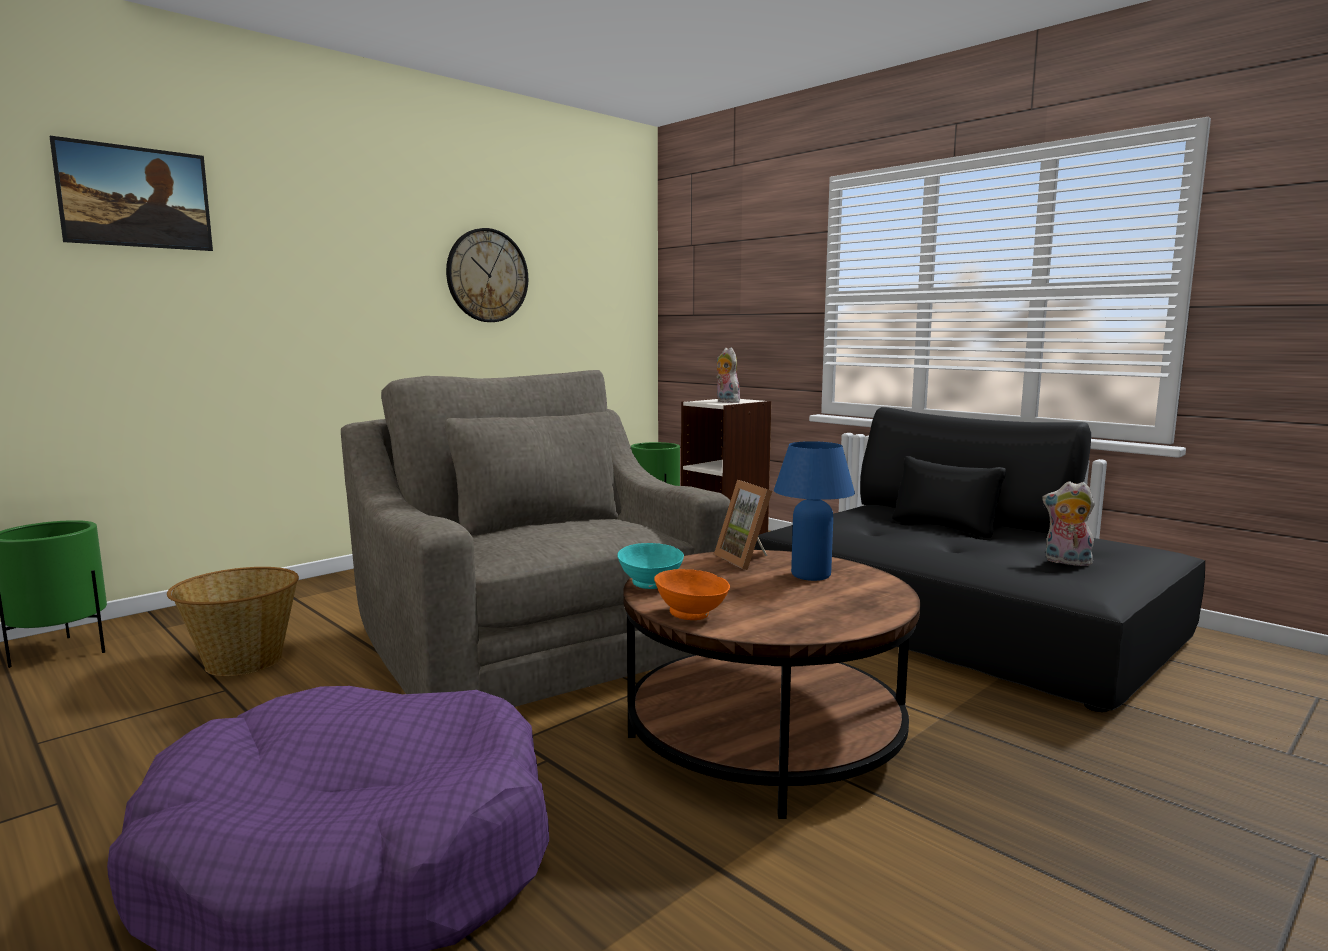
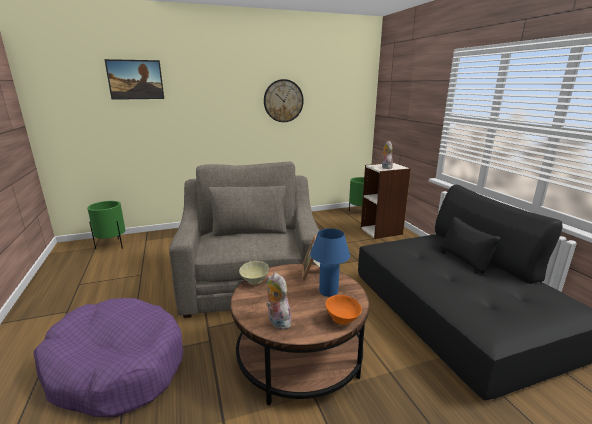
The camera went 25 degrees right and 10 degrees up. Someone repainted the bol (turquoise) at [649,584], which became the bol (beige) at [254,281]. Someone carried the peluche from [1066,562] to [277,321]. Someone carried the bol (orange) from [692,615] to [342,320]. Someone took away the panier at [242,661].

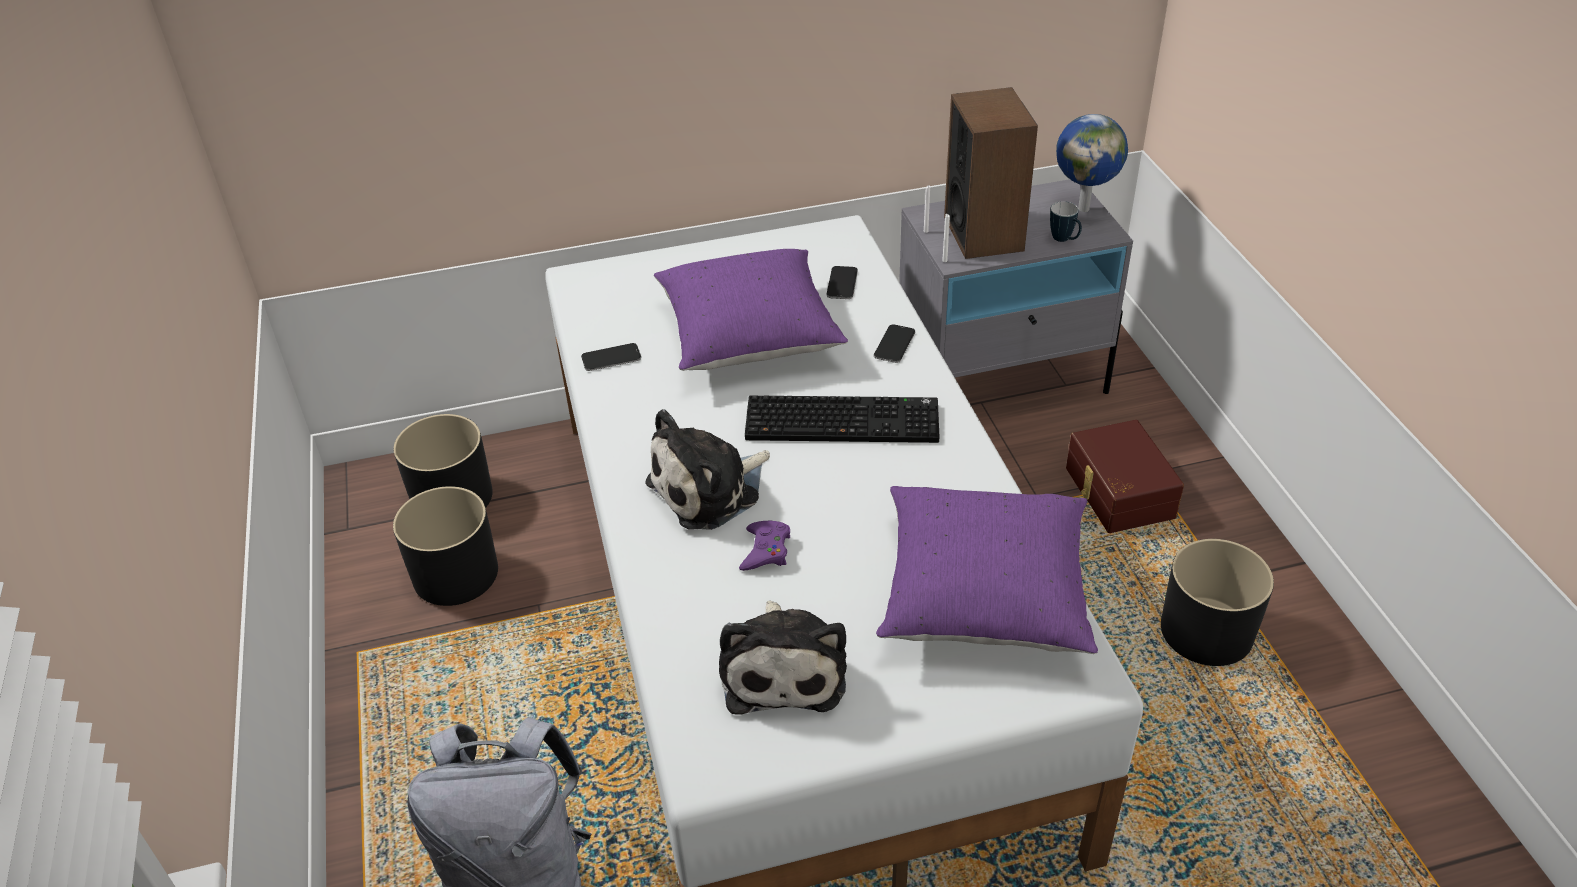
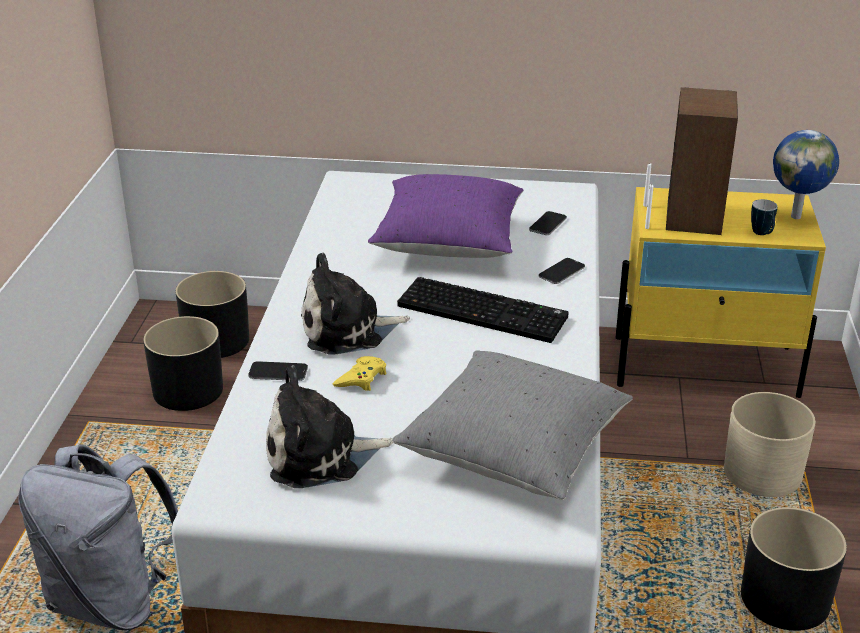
The camera went 20 degrees right and 10 degrees down. Someone carried the téléphone from [611,358] to [278,372]. Someone rotated the peluche at [783,668] by 60 degrees clockwise. Someone repainted the manette (violet) at [765,550], which became the manette (jaune) at [361,378]. Someone repainted the coussin (violet) at [984,595], which became the coussin (gris) at [514,451]. Someone repainted the table de chevet (gris) at [1001,381], which became the table de chevet (jaune) at [706,366]. Someone swapped the boîte de rangement (marron) at [1117,493] for the cache-pot (beige) at [763,474].

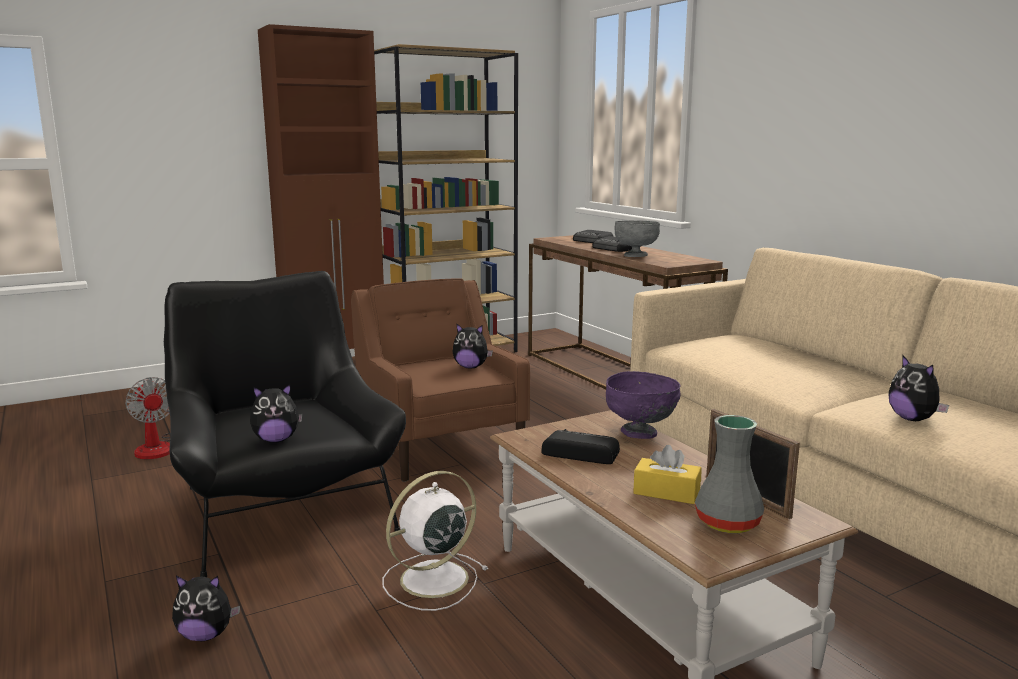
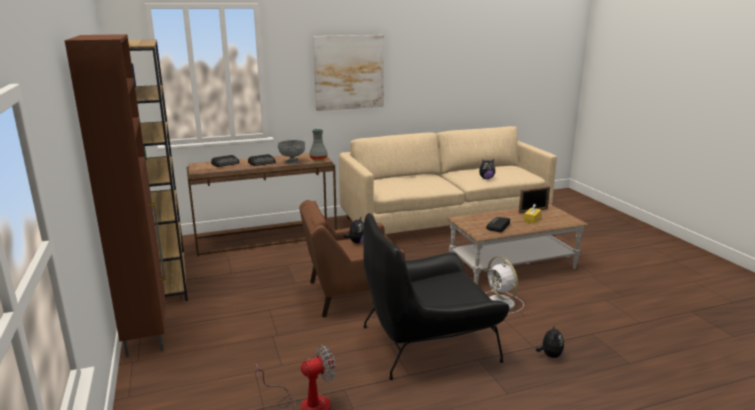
The camera went 80 degrees left and 5 degrees up. Someone carried the vase (gris) from [728,524] to [319,159]. Someone put up the tableau at [349,72]. Someone took away the peluche at [276,440]. Someone took away the bol (violet) at [639,434].

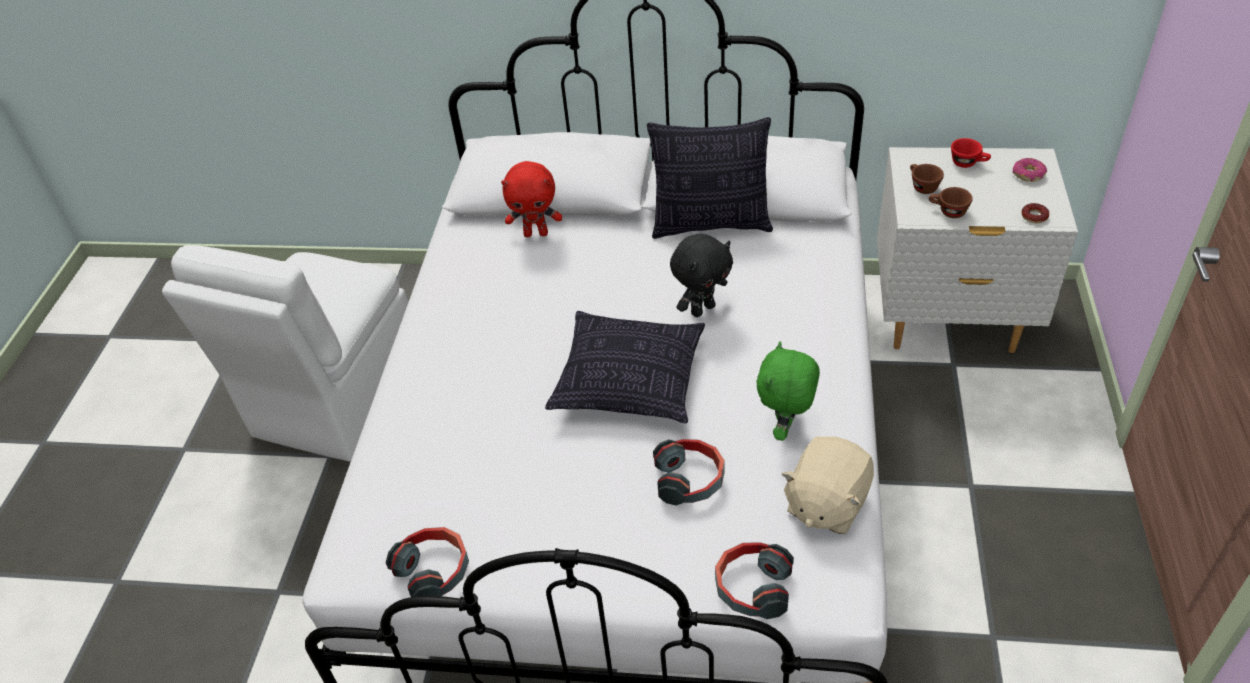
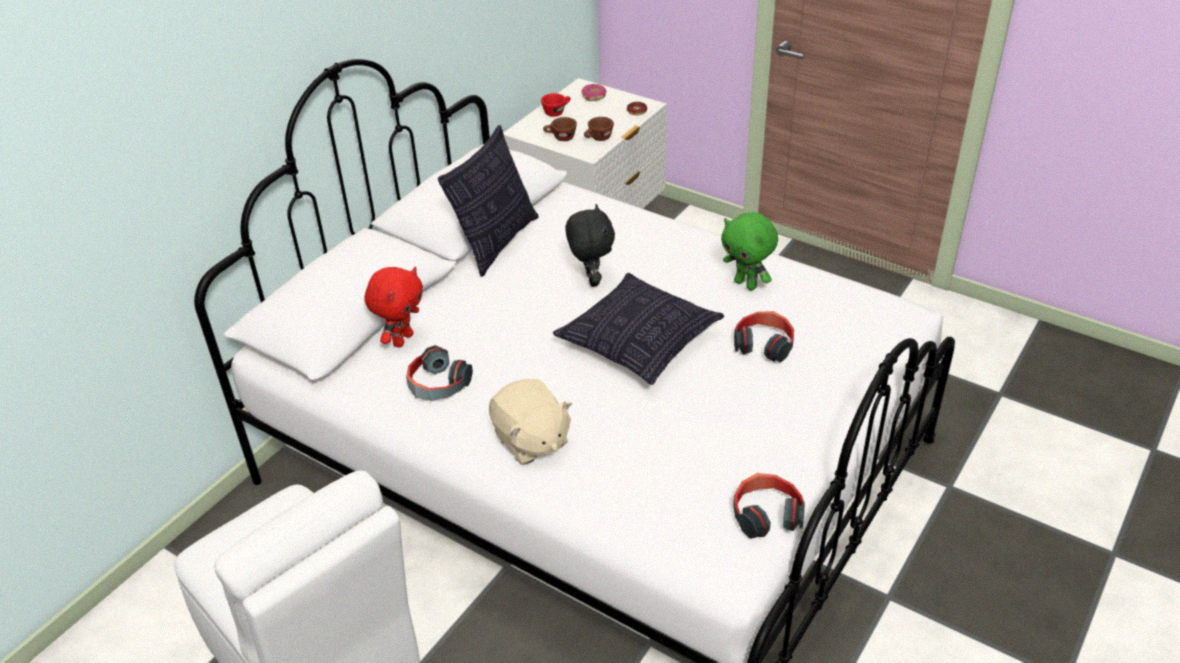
The camera went 65 degrees left and 5 degrees down. Someone carried the casque audio from [752,587] to [437,385]. Someone carried the peluche (beige) from [826,503] to [531,440].

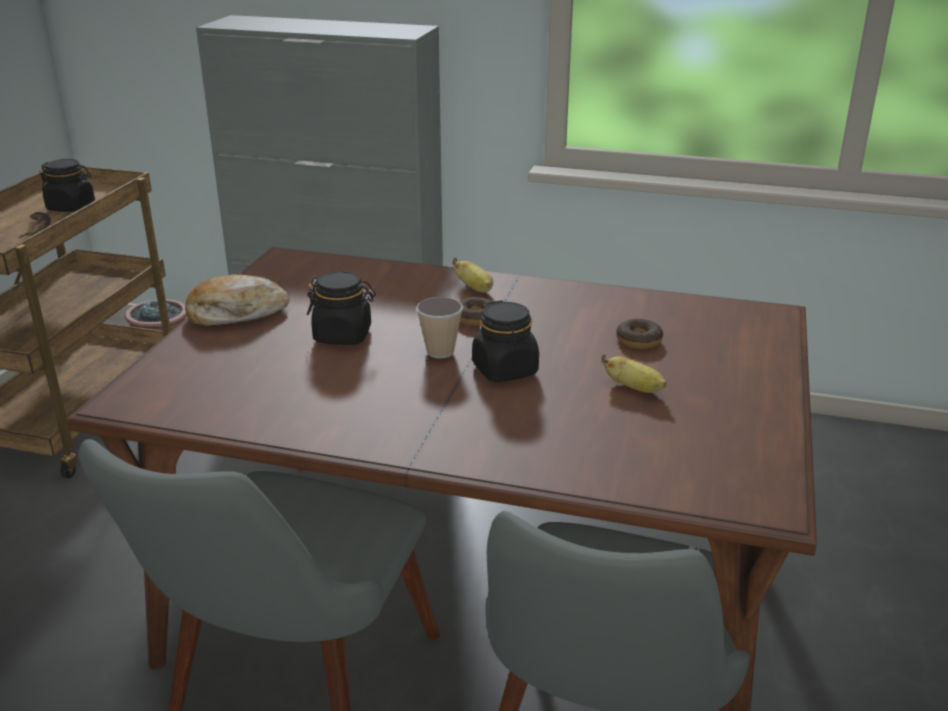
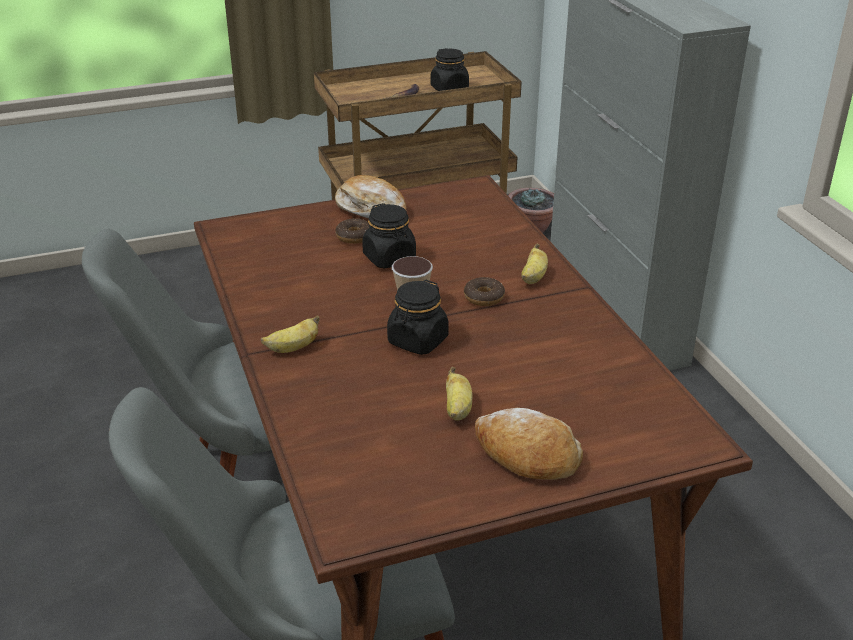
The camera went 55 degrees right and 5 degrees up. Someone put down the banane at [293,348]. Someone carried the beignet from [638,340] to [354,236]. Someone put down the pain at [526,455].

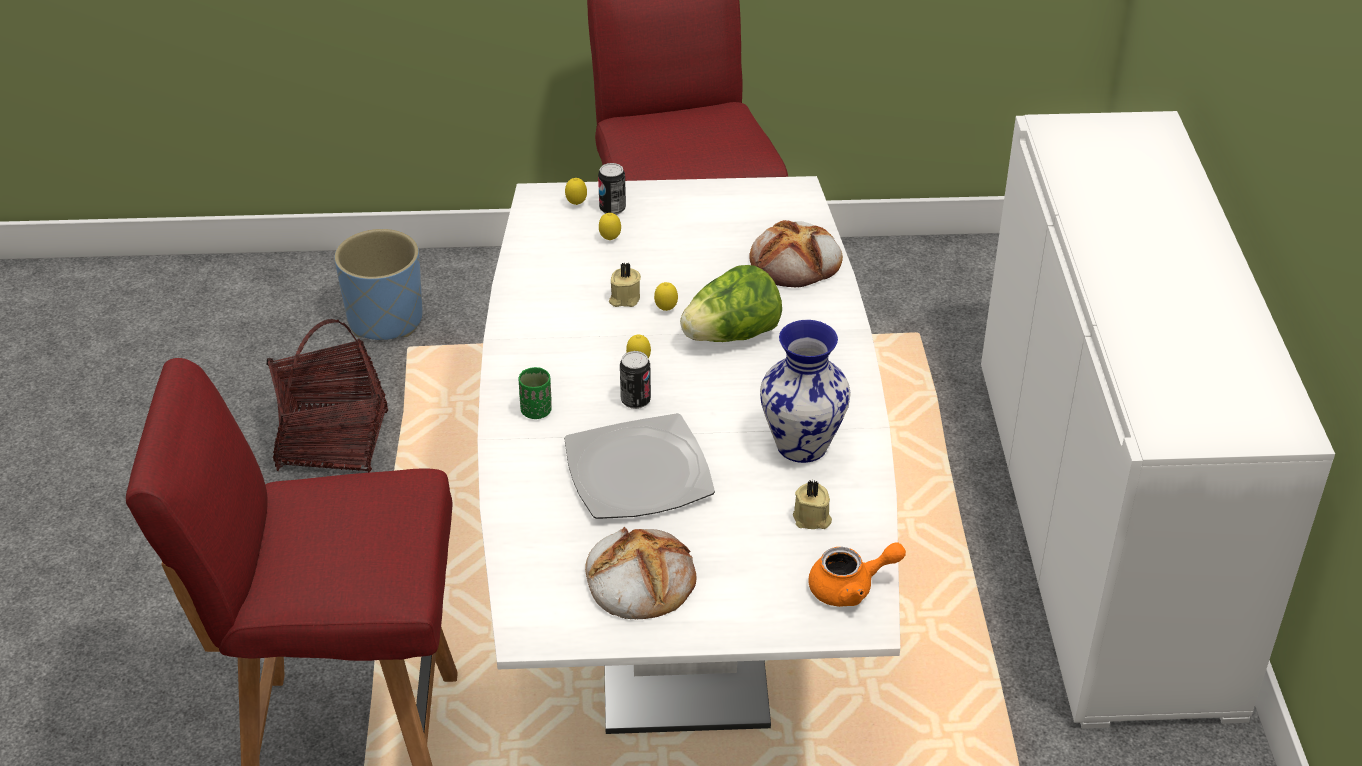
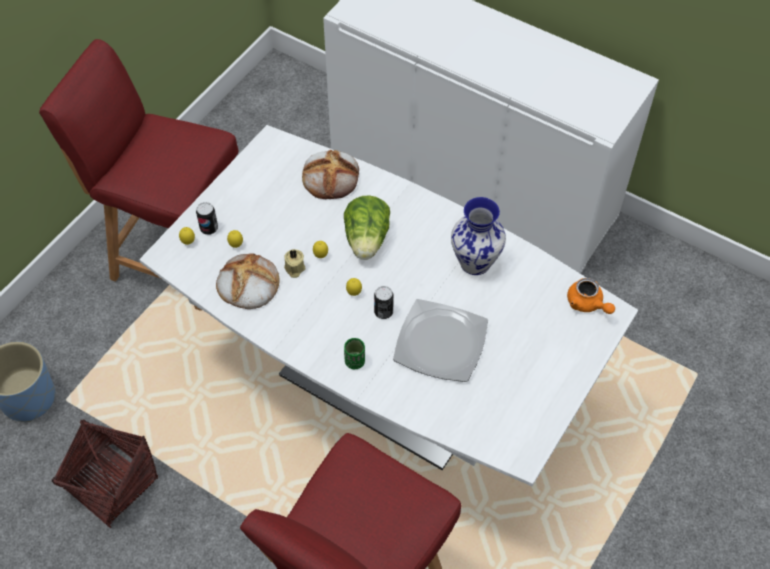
The camera went 55 degrees left and 15 degrees up. Someone carried the pain from [639,579] to [247,284]. Someone rotated the théière (orange) at [850,588] by 120 degrees clockwise. Someone took away the bougie (beige) at [812,519].

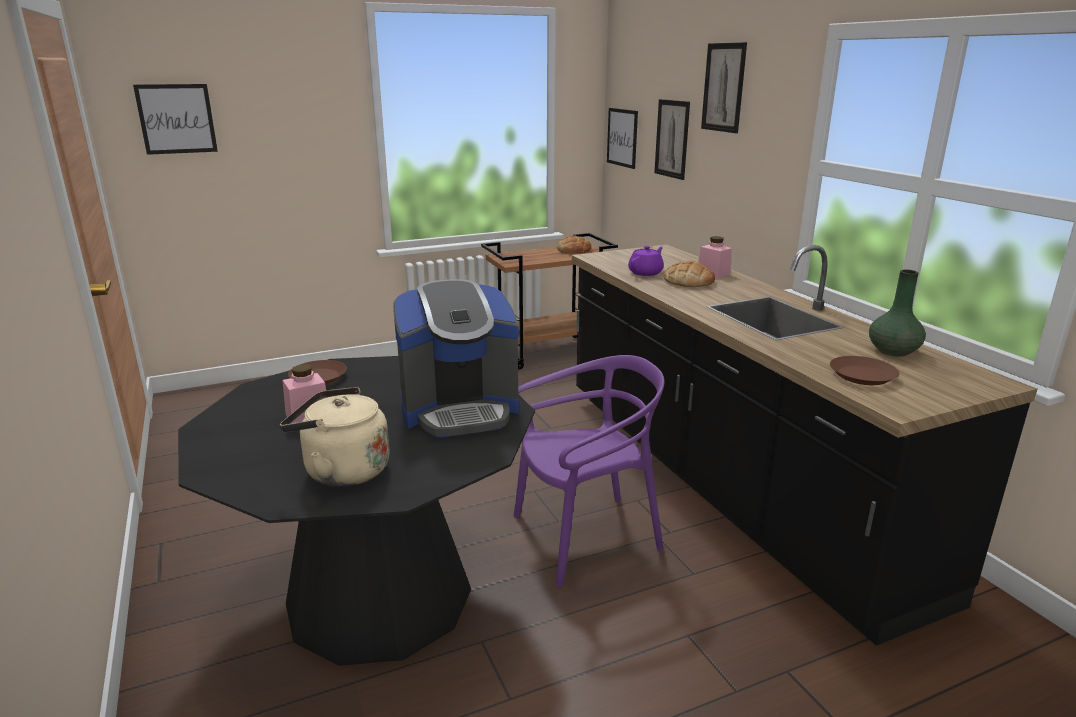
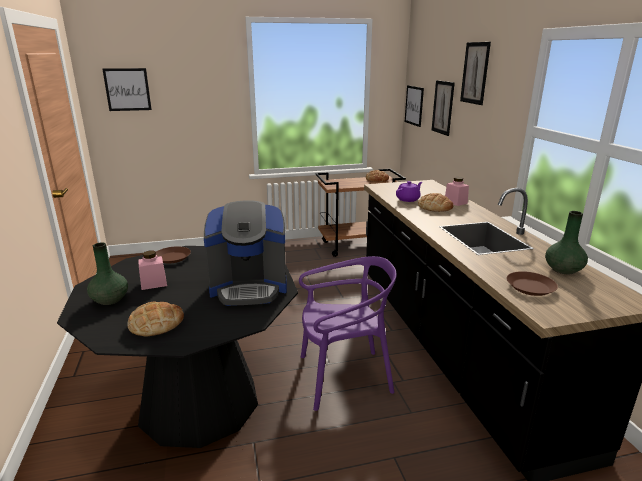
The camera went 10 degrees right and 0 degrees up. Someone put down the vase (vert) at [110,300]. Someone swapped the bouilloire (beige) at [342,471] for the pain at [156,323].

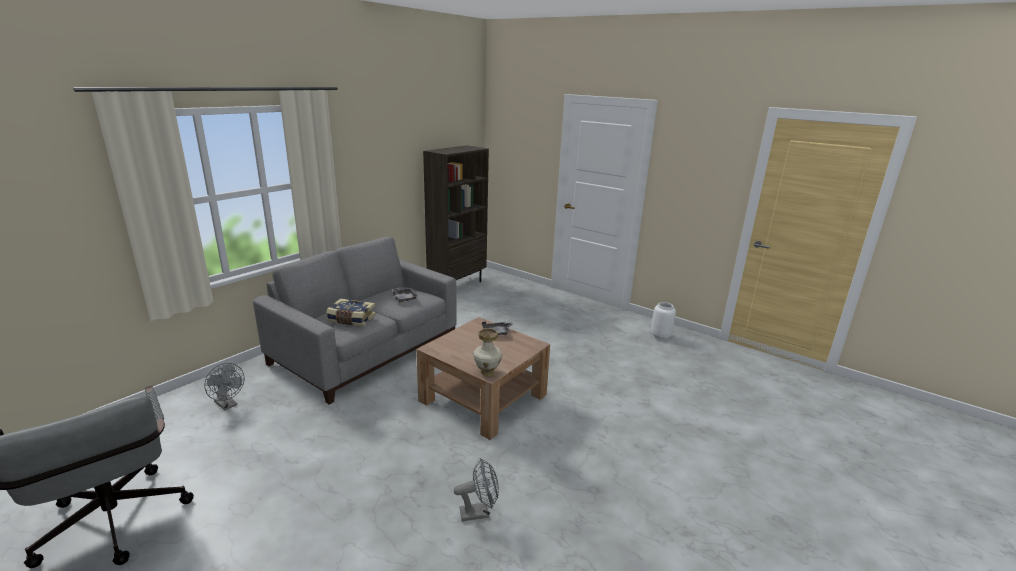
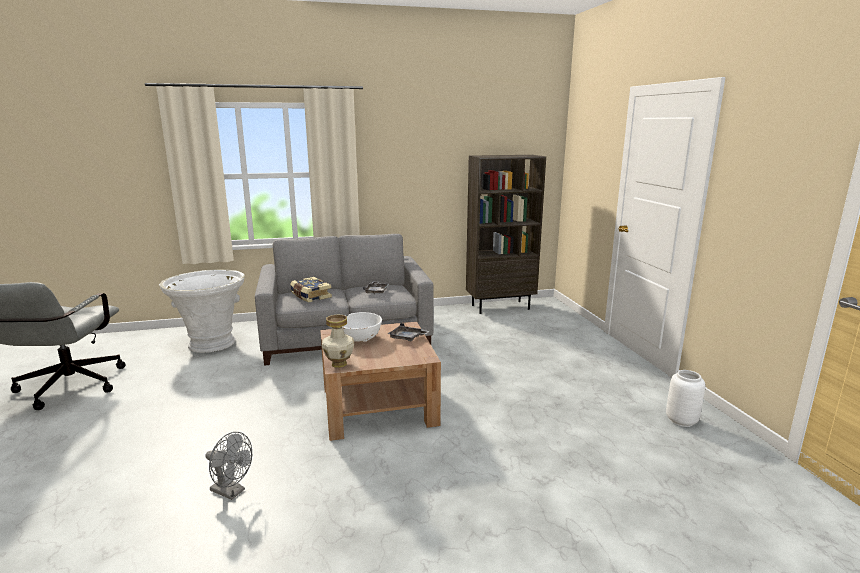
The camera went 40 degrees right and 5 degrees down. Someone swapped the ventilateur (gris) at [228,405] for the cache-pot (blanc) at [212,344]. Someone put down the bol (blanc) at [360,339].

